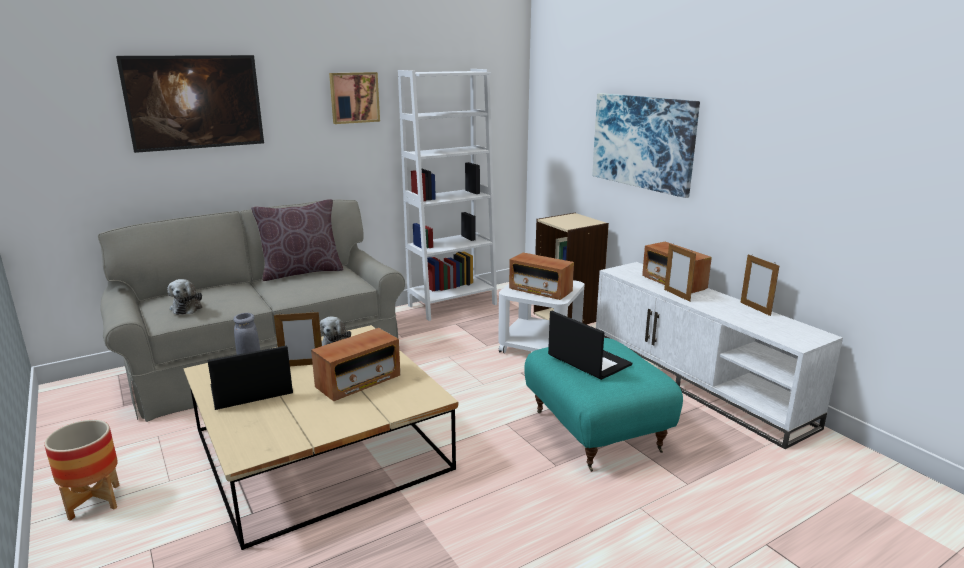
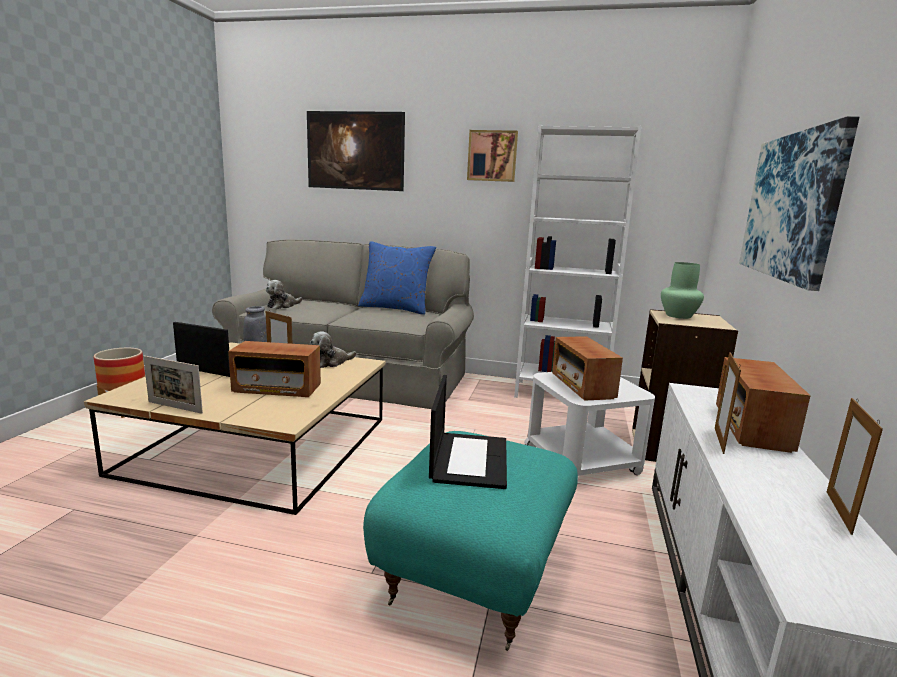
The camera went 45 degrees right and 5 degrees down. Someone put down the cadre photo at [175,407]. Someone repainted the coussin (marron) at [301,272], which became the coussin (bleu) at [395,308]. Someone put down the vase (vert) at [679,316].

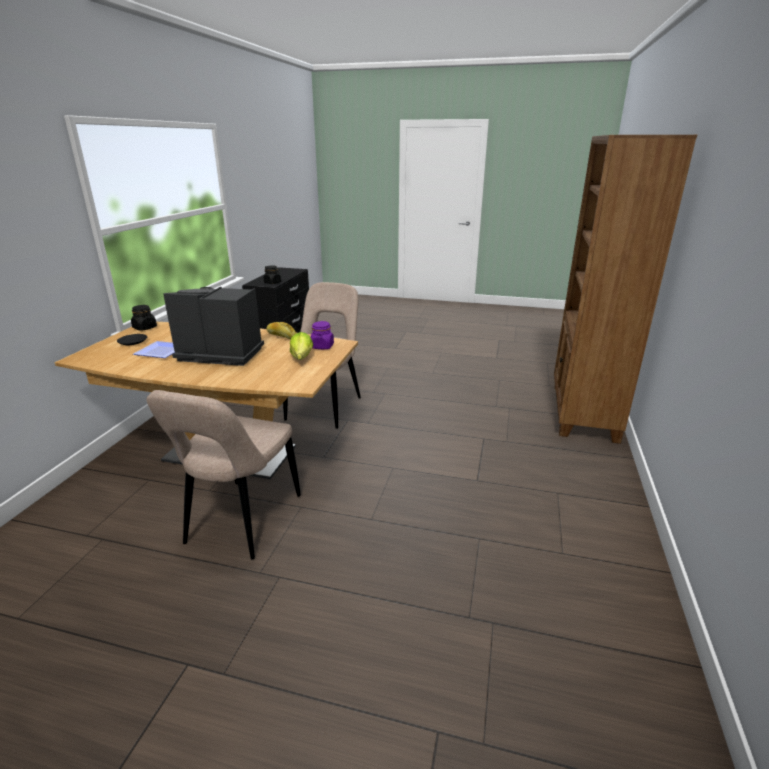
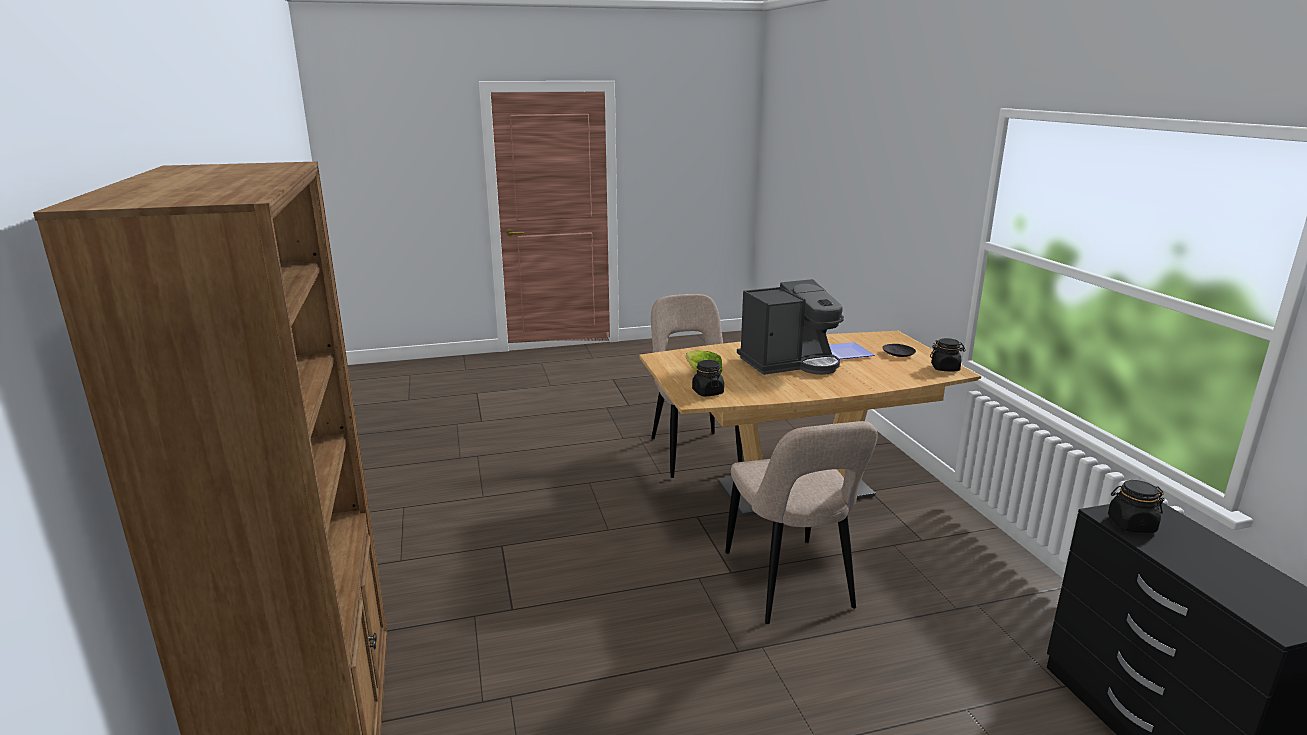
The camera went 150 degrees right and 5 degrees down. Someone repainted the bocal (violet) at [322,346], which became the bocal (noir) at [707,392]. Someone took away the pain at [281,336].

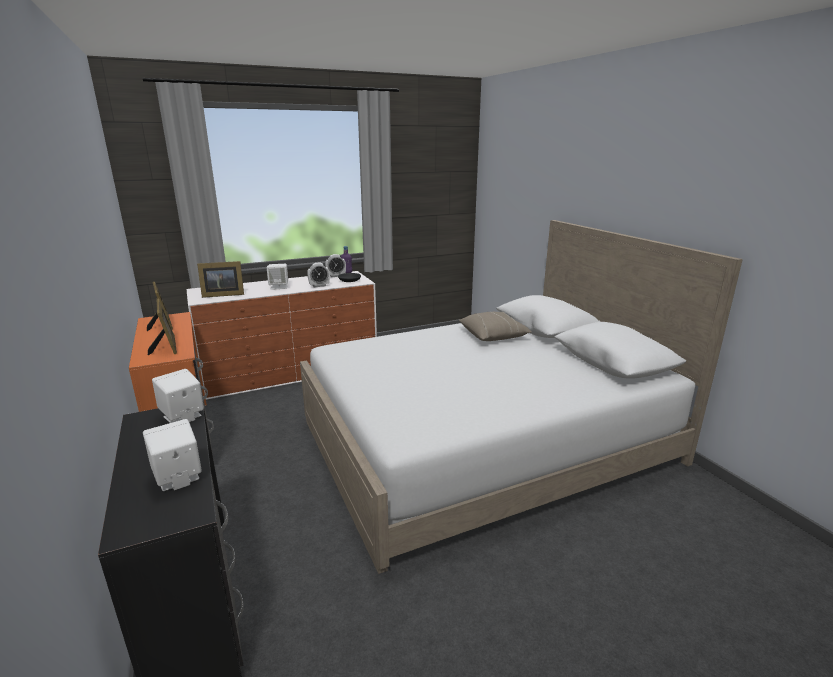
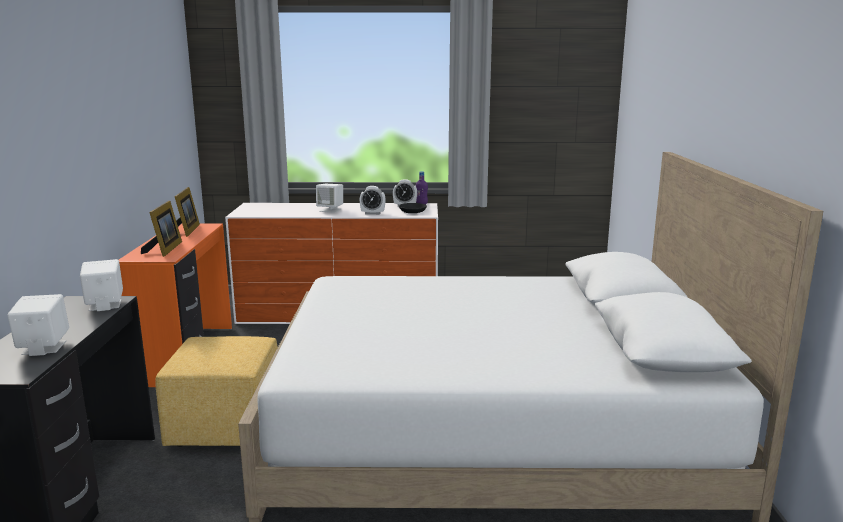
The camera went 25 degrees right and 5 degrees down. Someone put down the pouf (jaune) at [227,427]. Someone took away the cadre photo at [222,294]. Someone took away the coussin (beige) at [493,336].

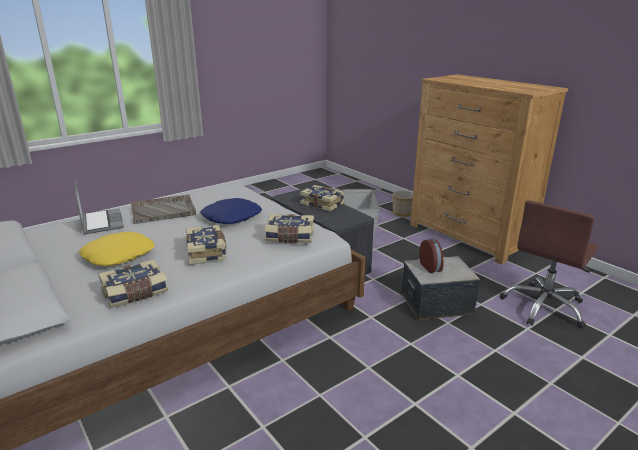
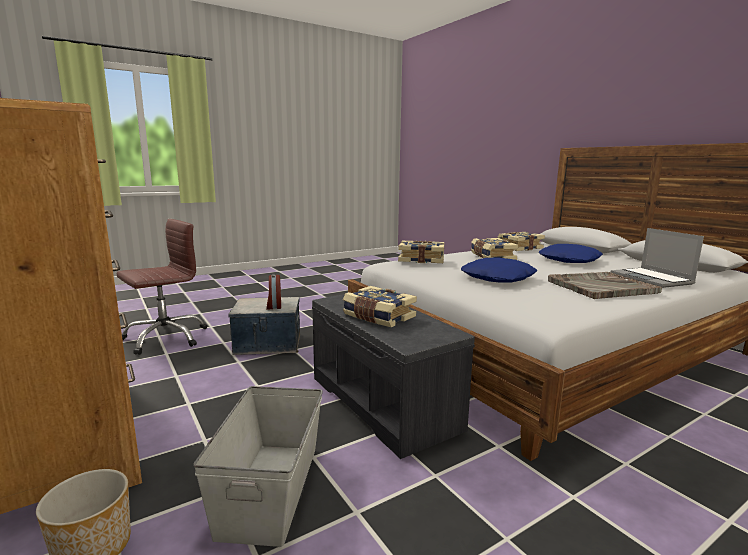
The camera went 175 degrees left and 10 degrees down. Someone repainted the coussin (jaune) at [118,255], which became the coussin (bleu) at [570,260].

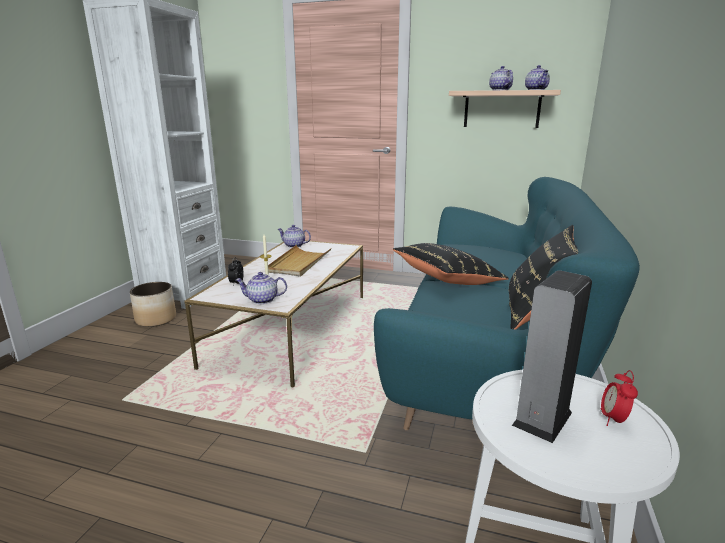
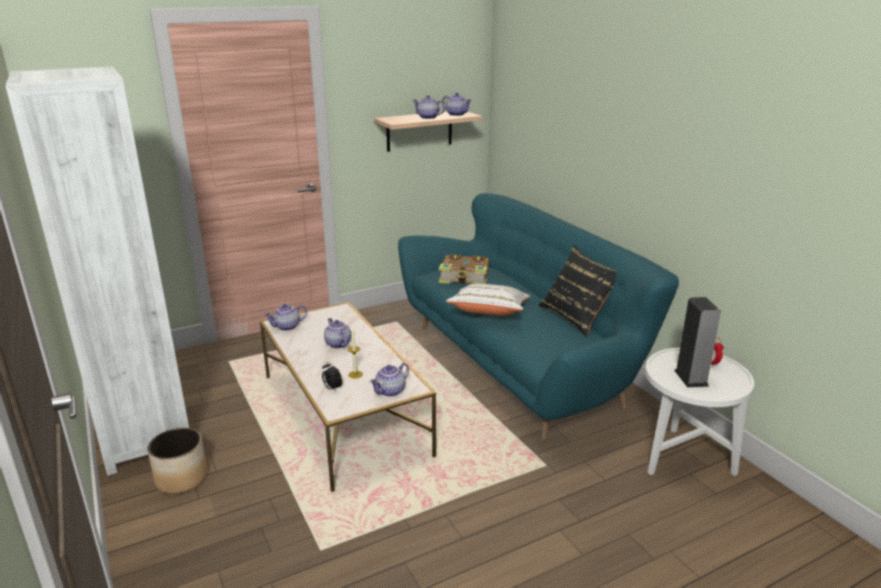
The camera went 45 degrees left and 5 degrees up. Someone swapped the plateau (beige) at [299,263] for the théière at [337,344]. Someone put down the livre at [465,278]. Someone repainted the coussin (noir) at [447,281], which became the coussin (blanc) at [489,313].

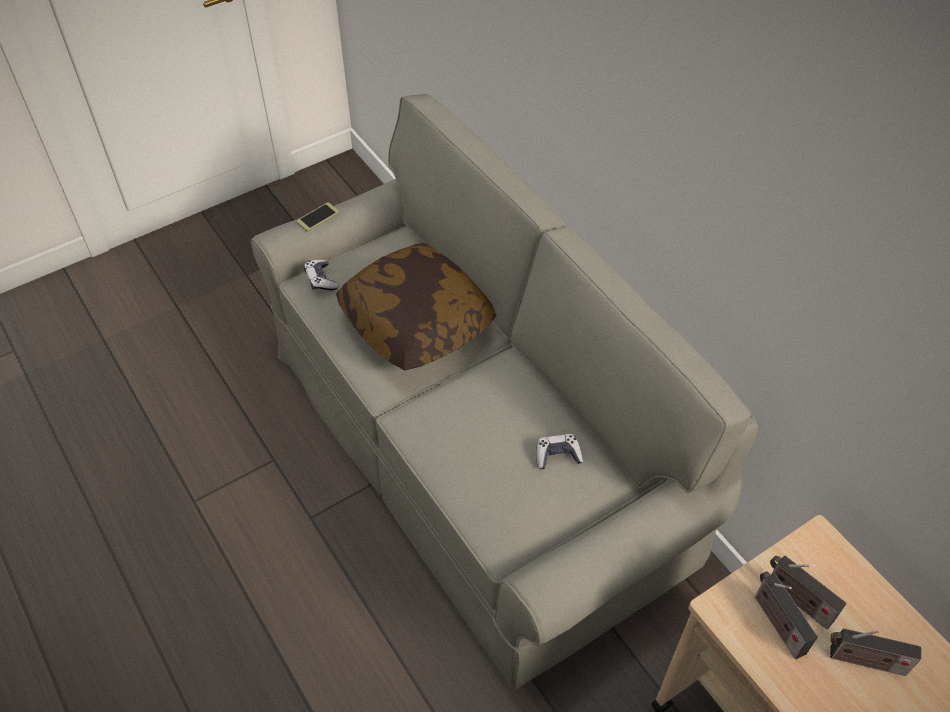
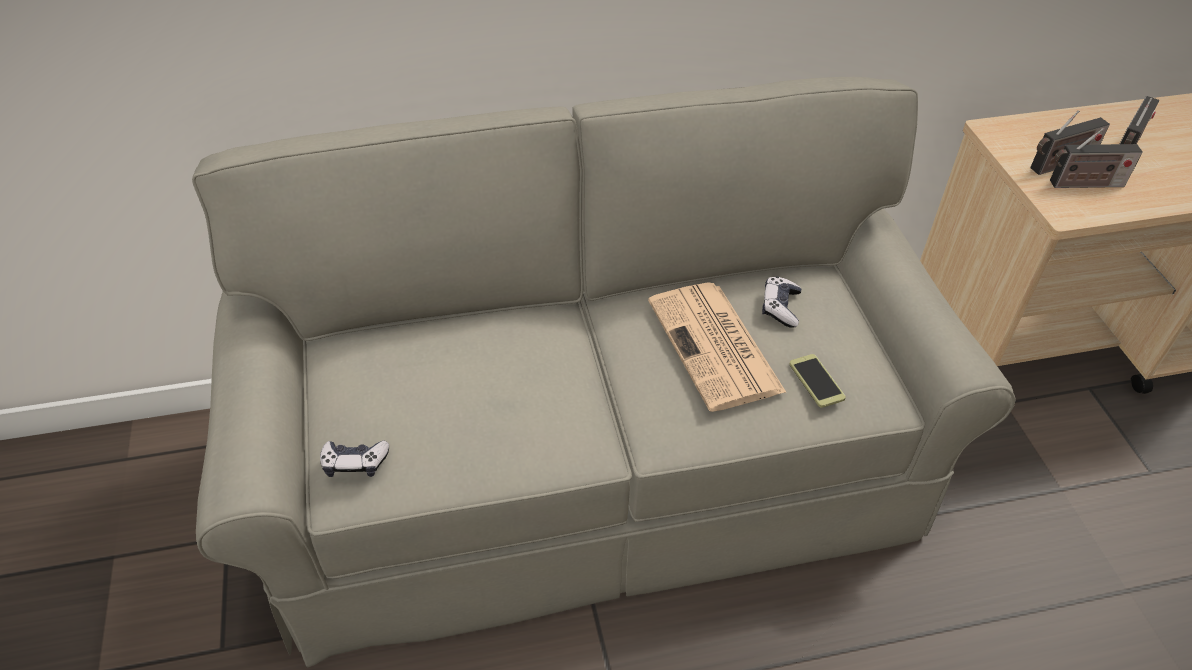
The camera went 70 degrees left and 5 degrees down. Someone put down the journal at [716,347]. Someone carried the téléphone from [318,217] to [816,381]. Someone took away the coussin at [416,323].

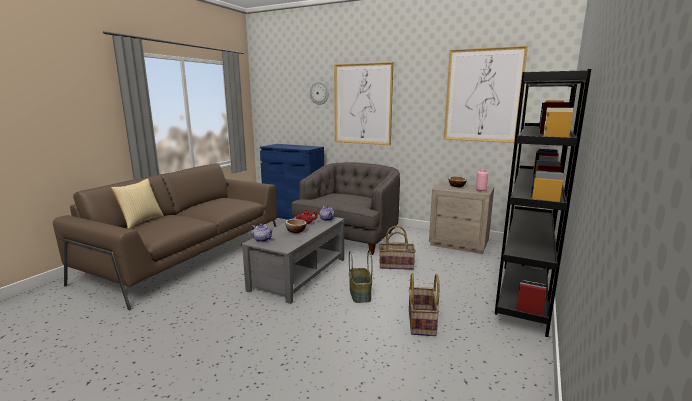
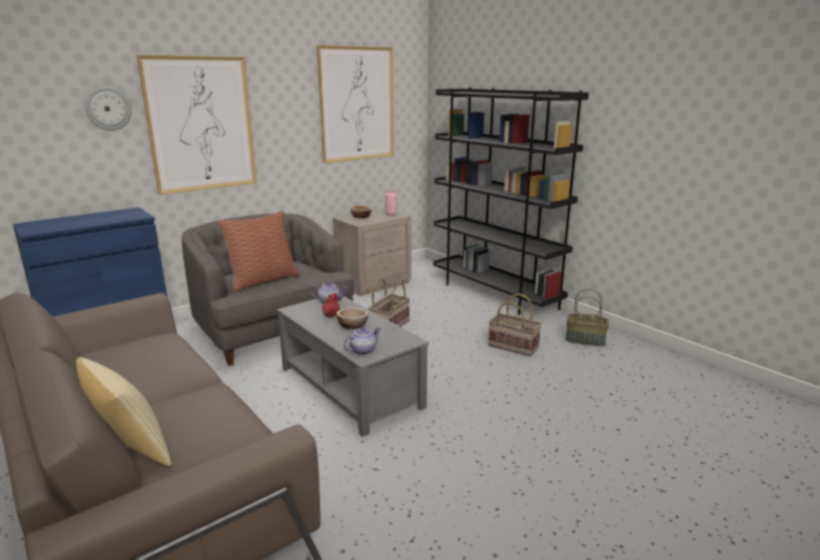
The camera went 65 degrees left and 5 degrees up. Someone put down the coussin at [263,280]. Someone carried the panier from [360,294] to [585,340].

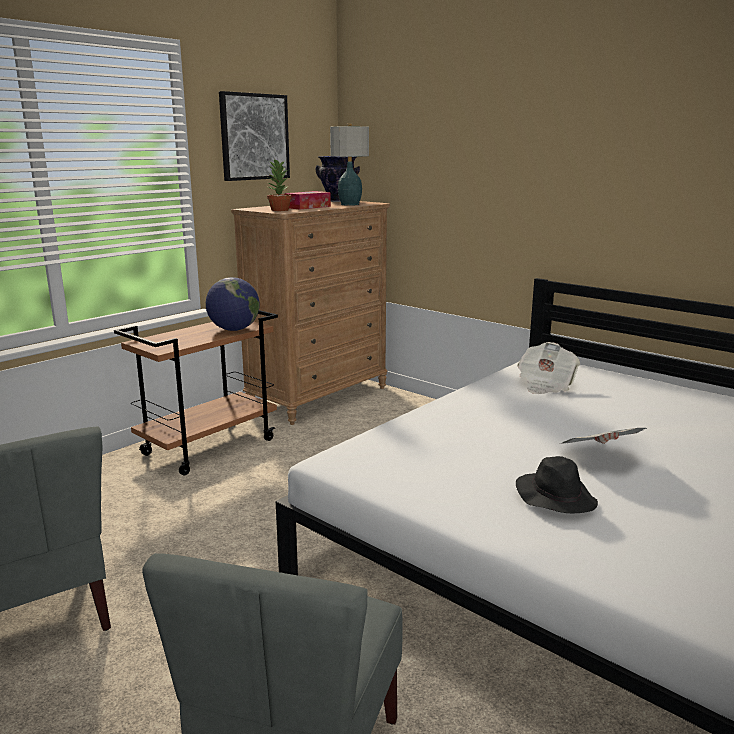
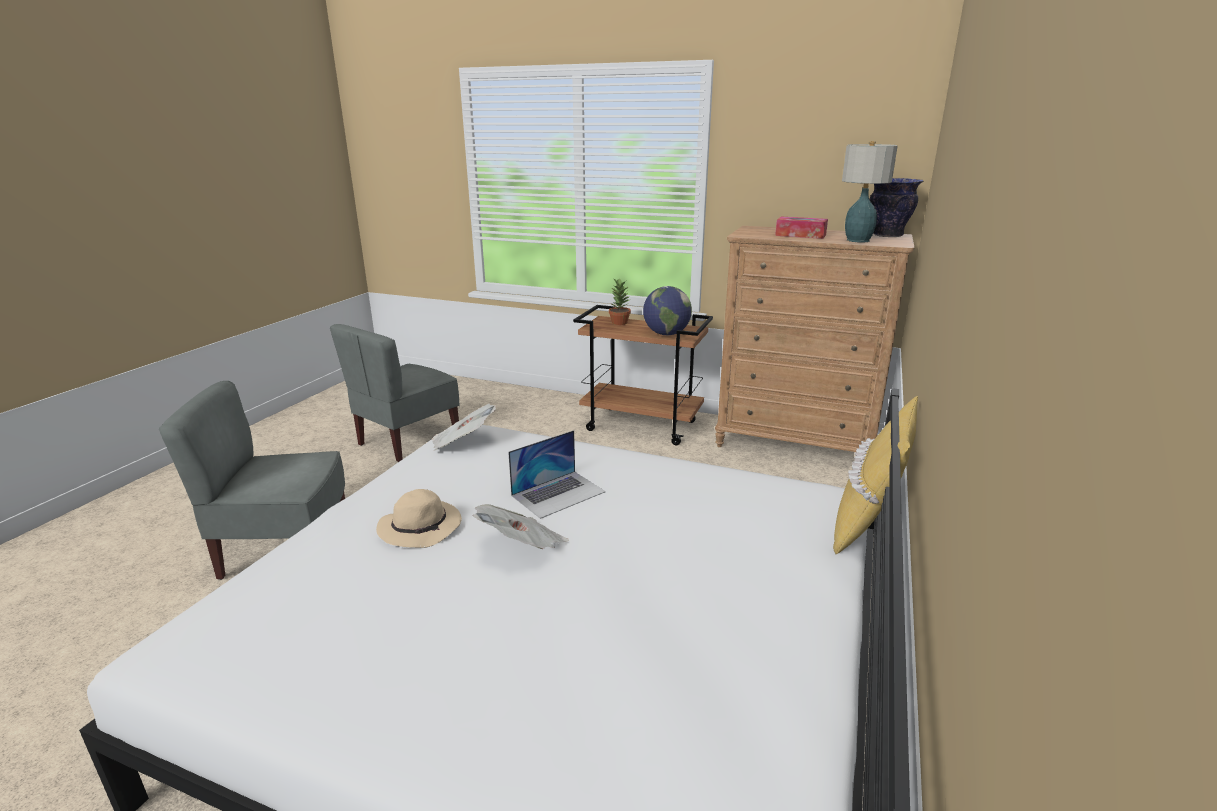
The camera went 70 degrees right and 5 degrees up. Someone repainted the chapeau (noir) at [554,497], which became the chapeau (beige) at [421,527]. Someone carried the journal from [545,385] to [463,443]. Someone put down the ordinateur portable at [558,493]. Someone carried the plante en pot from [279,210] to [619,322]. Someone put down the coussin (jaune) at [867,525]. Someone took away the tableau at [254,137].

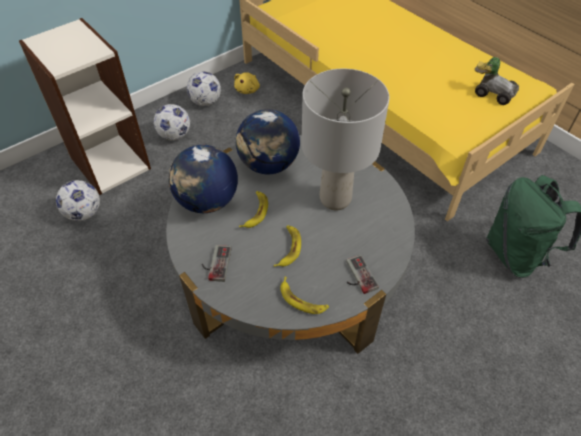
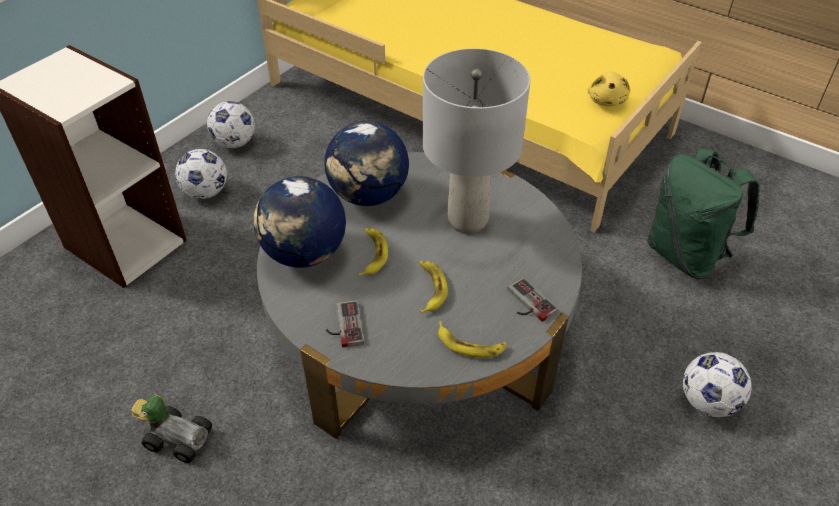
The camera went 15 degrees left and 5 degrees down. Someone carried the petite voiture from [492,92] to [177,437]. Someone carried the peluche (jaune) from [248,90] to [607,100]. Someone carried the ballon de foot from [84,213] to [708,402].

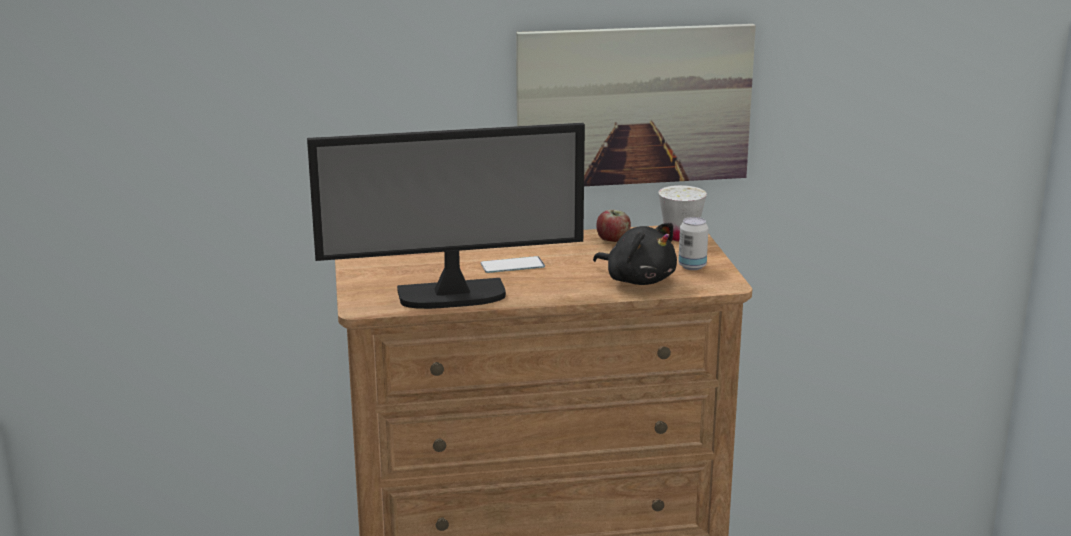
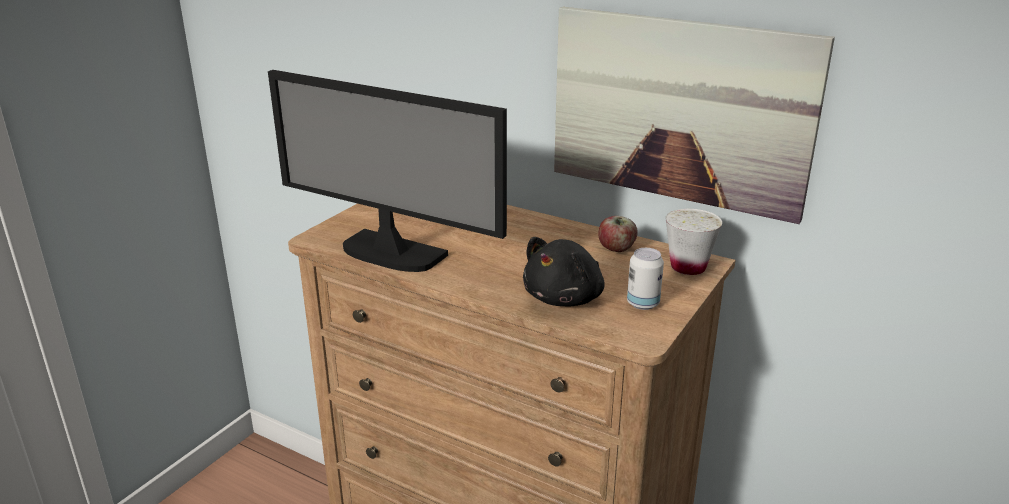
The camera went 40 degrees right and 5 degrees up. Someone rotated the peluche (noir) at [638,280] by 45 degrees clockwise. Someone took away the téléphone at [512,265].

